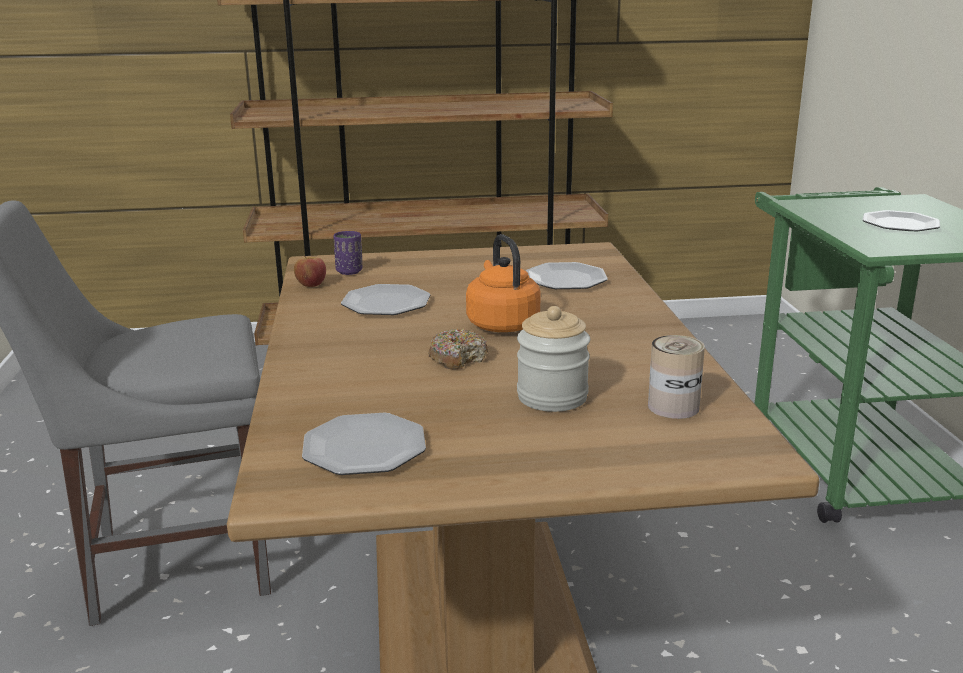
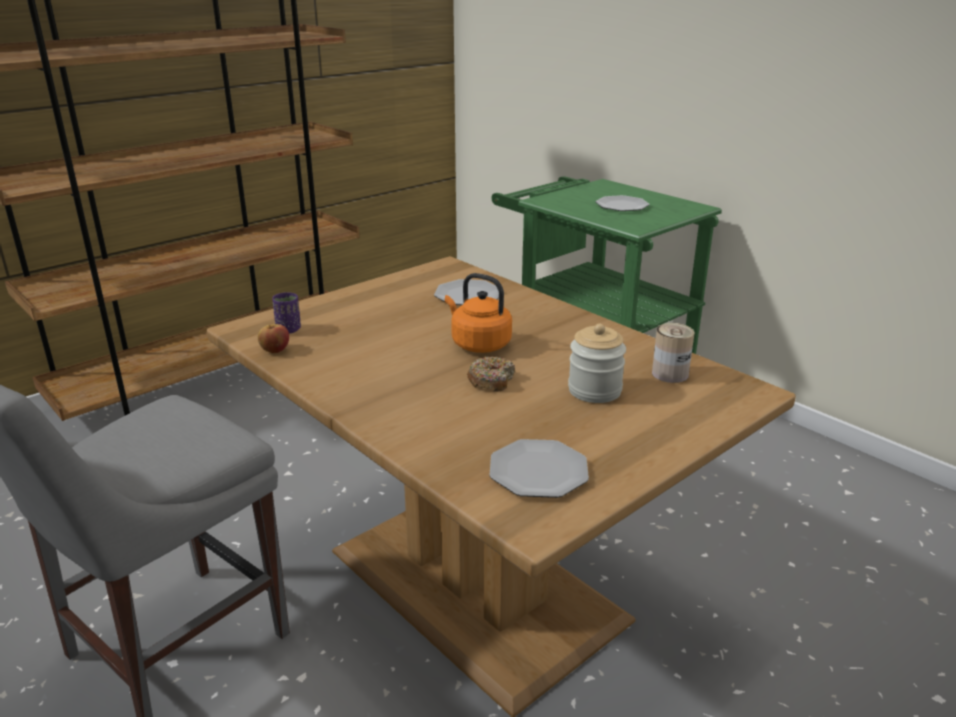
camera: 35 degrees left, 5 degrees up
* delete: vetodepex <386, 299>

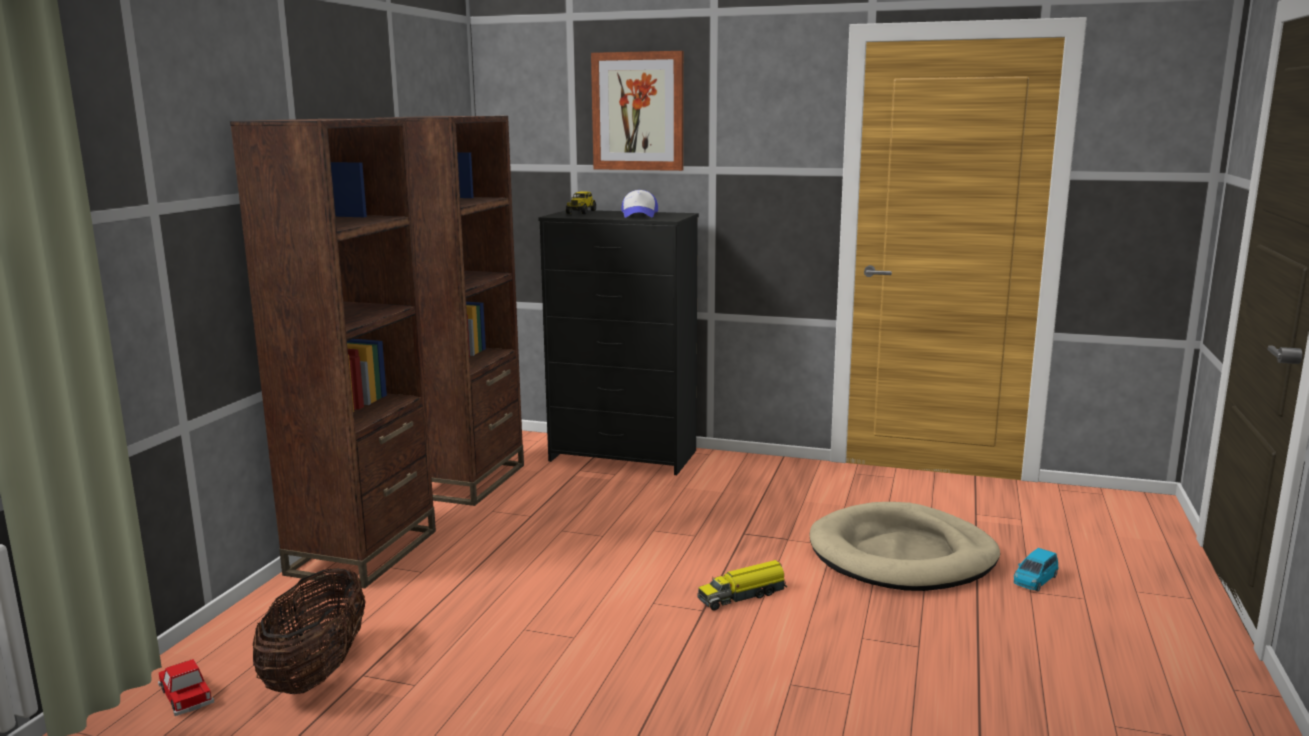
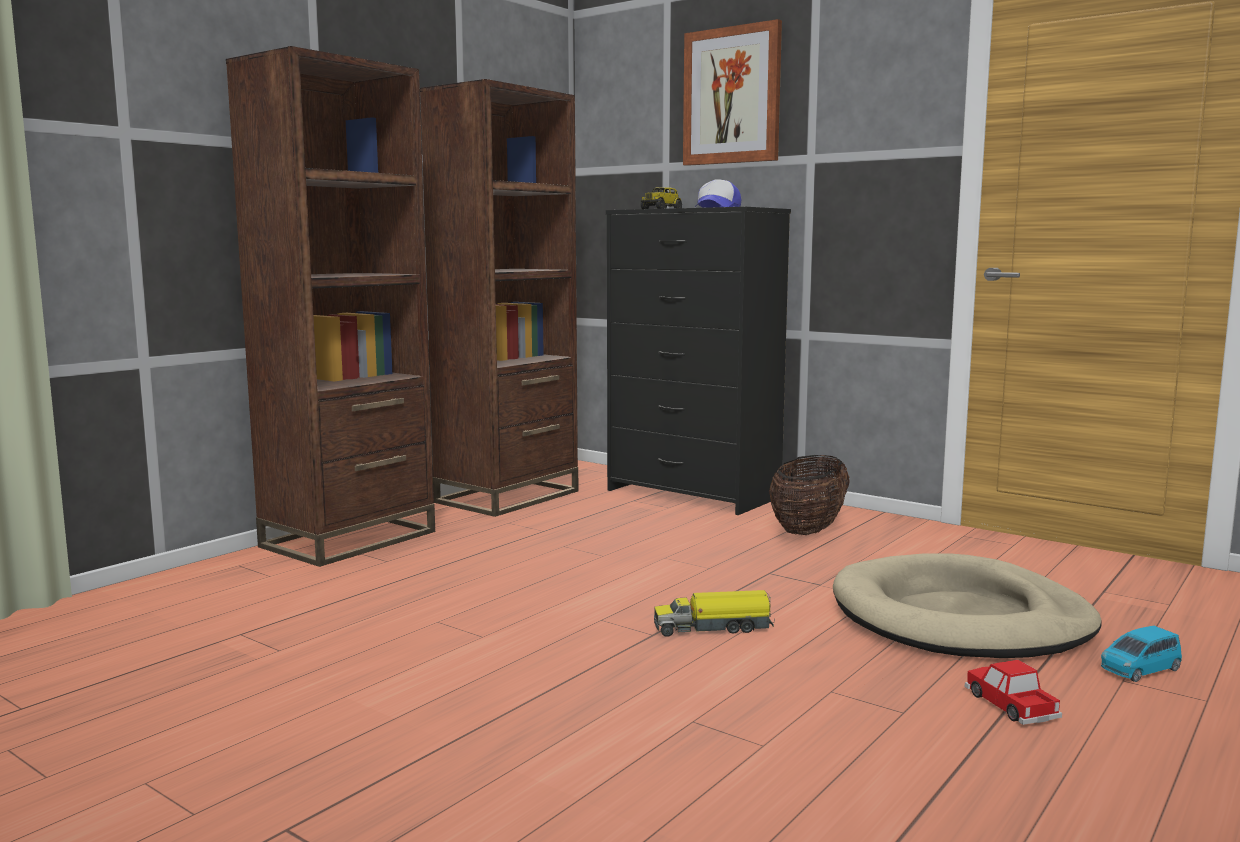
camera: 20 degrees right, 5 degrees down
* move: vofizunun <186, 687> to <1013, 692>
* move: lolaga <309, 631> to <809, 495>

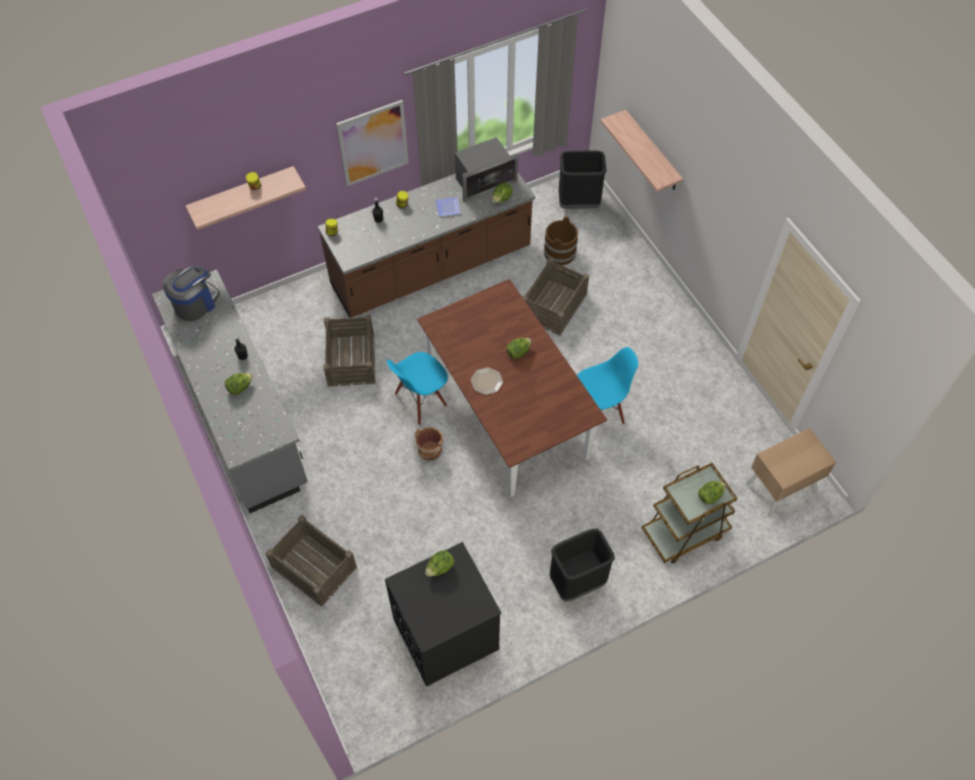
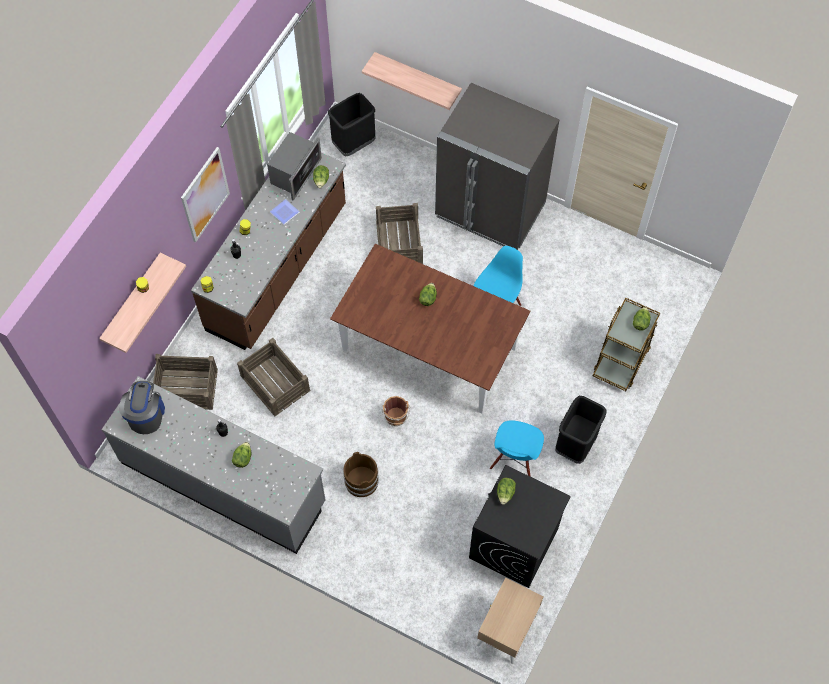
camera: 35 degrees left, 5 degrees up
* move: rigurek <311, 561> to <185, 382>
* move: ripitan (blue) <417, 388> to <517, 448>
* delete: vetodepex <487, 381>
* move: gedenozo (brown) <561, 240> to <361, 474>
* move: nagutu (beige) <790, 472> to <510, 621>
* insert: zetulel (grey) <497, 166>

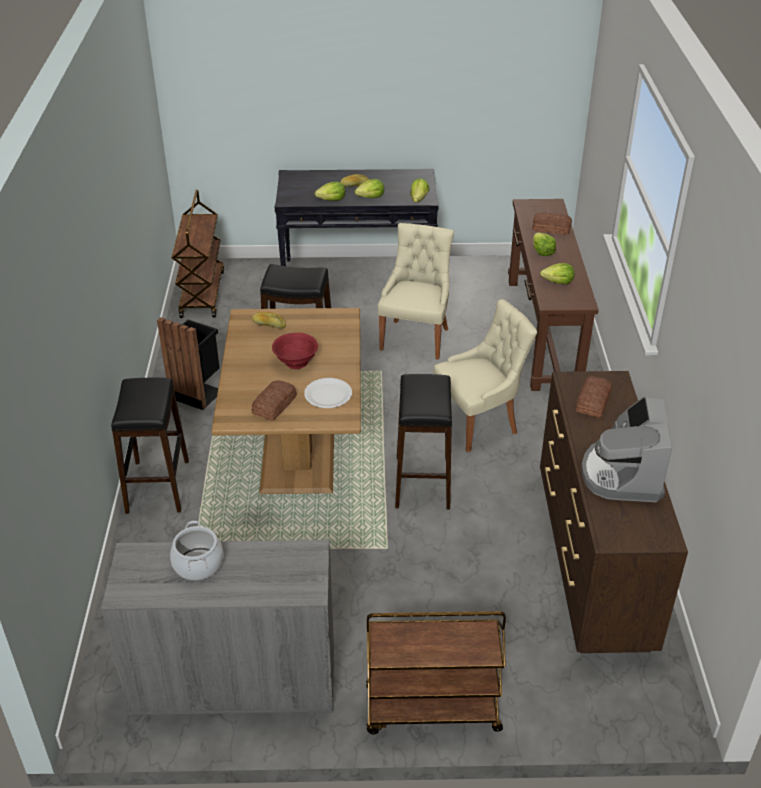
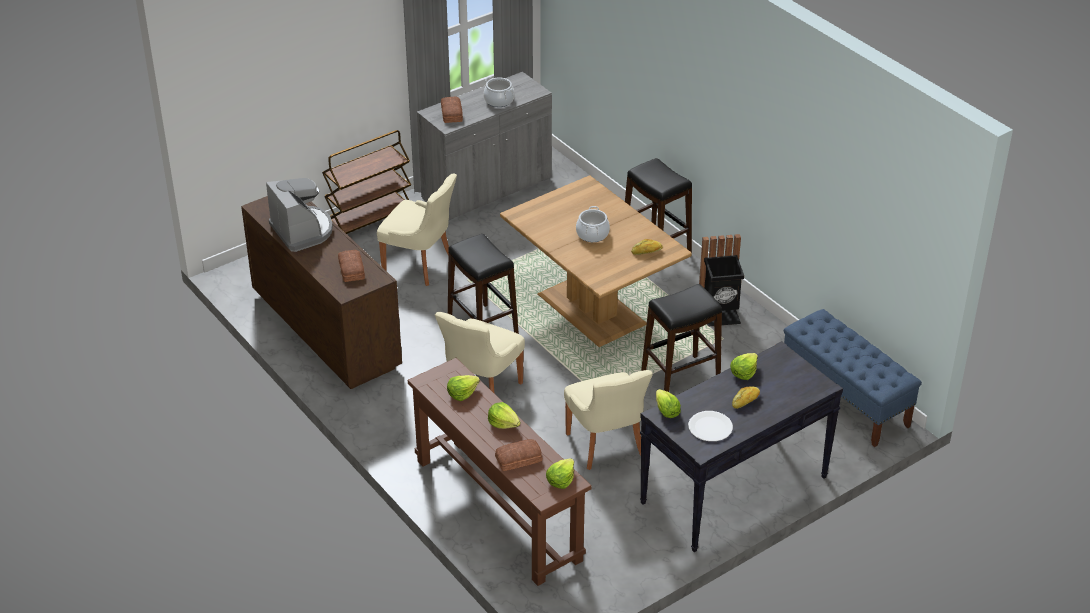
camera: 145 degrees right, 0 degrees up
* replace: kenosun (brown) <198, 254> to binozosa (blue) <853, 378>
* move: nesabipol <274, 400> to <452, 110>
* replace: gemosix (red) <295, 351> to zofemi <593, 224>
* move: vetodepex (white) <328, 393> to <710, 426>
* move: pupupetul <369, 188> to <560, 473>
* insert: ripitan (beige) <417, 229>

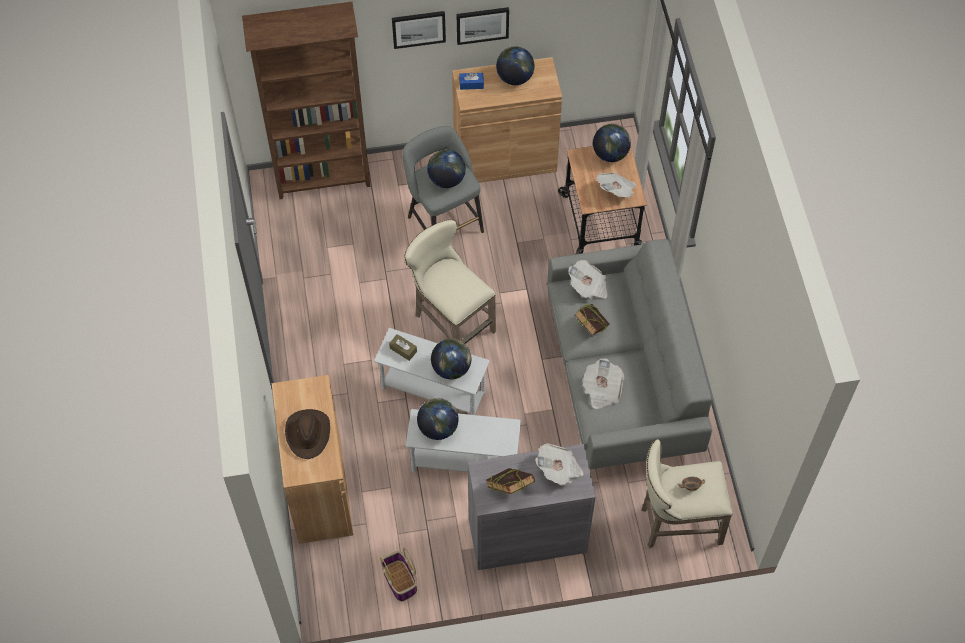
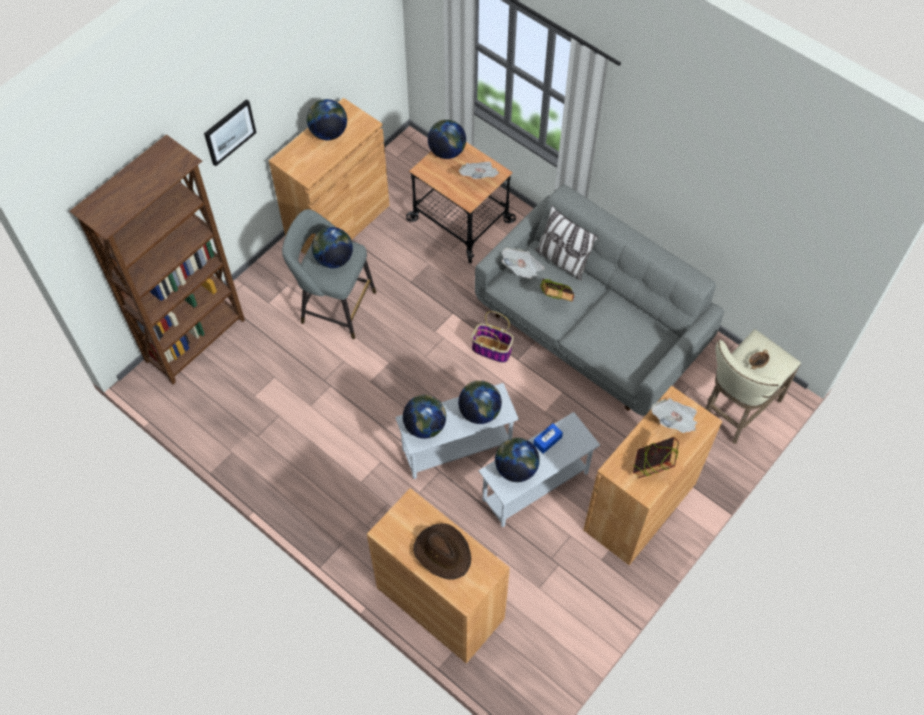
camera: 40 degrees left, 0 degrees up
* move: lolaga <398, 574> to <492, 337>
* replace: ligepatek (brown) <403, 347> to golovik <424, 416>
* delete: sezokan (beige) <450, 282>
* delete: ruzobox <482, 26>
* move: ligepatek (blue) <471, 81> to <548, 438>
* recolor: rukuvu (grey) <532, 507> to rukuvu (brown) <652, 475>
* delete: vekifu <603, 383>
* insert: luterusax <566, 243>

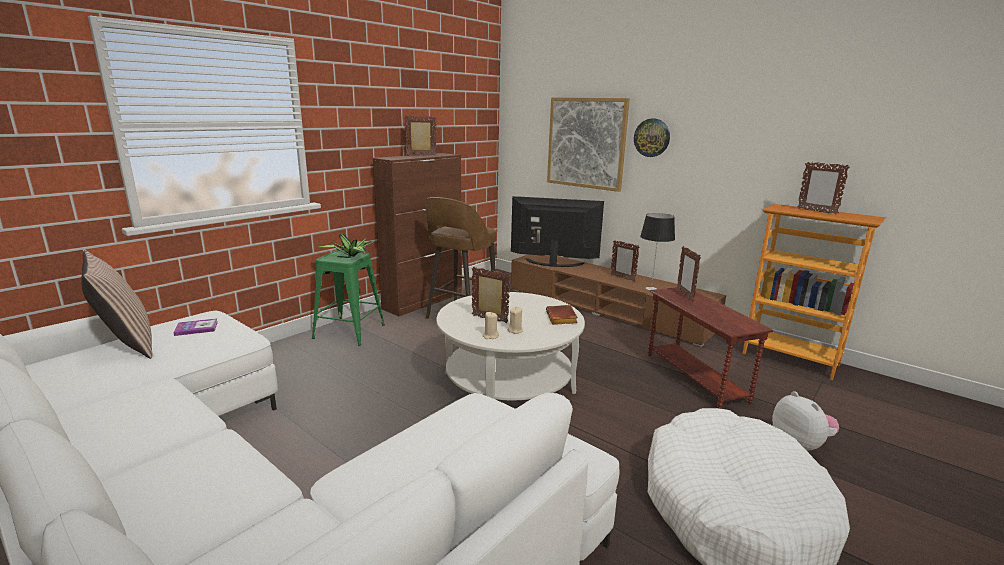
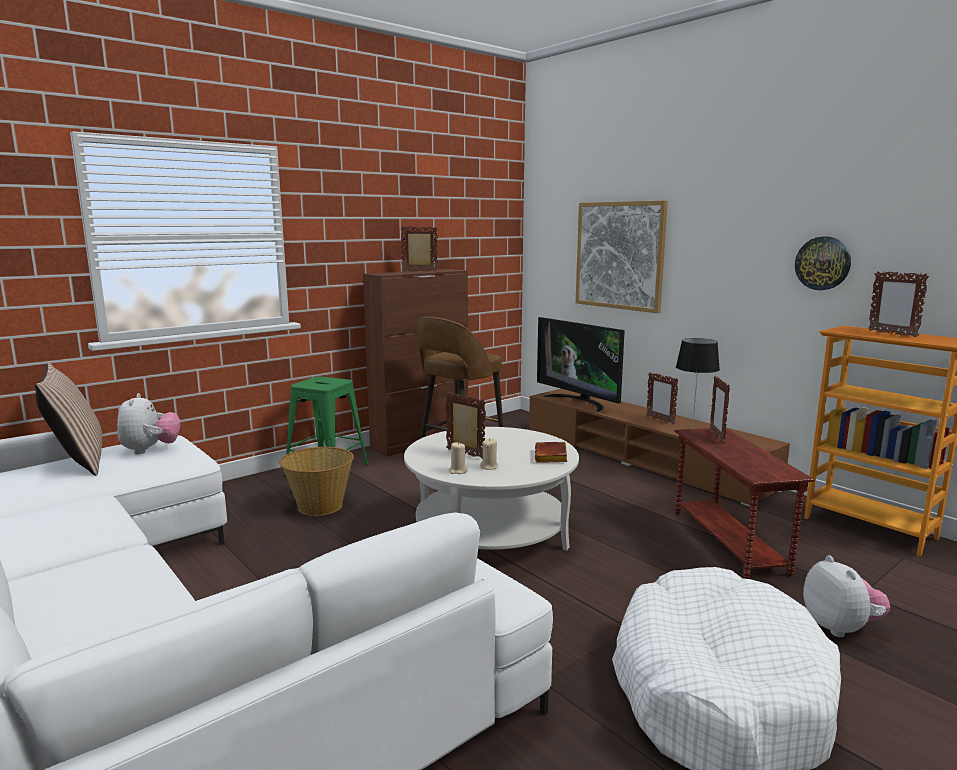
camera: 10 degrees right, 5 degrees down
* replace: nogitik <195, 327> to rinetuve <148, 423>
* delete: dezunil <345, 245>
* rotate: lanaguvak <557, 231> = <581, 364> 150 degrees counterclockwise
* move: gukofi <652, 138> to <823, 263>
* insert: lolaga <316, 481>

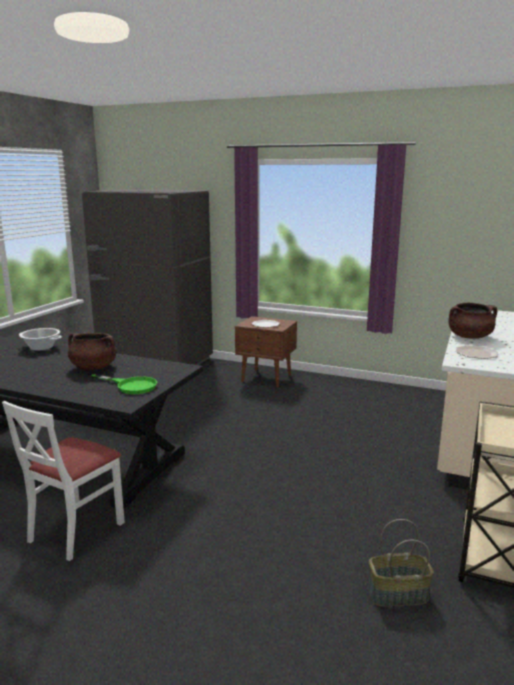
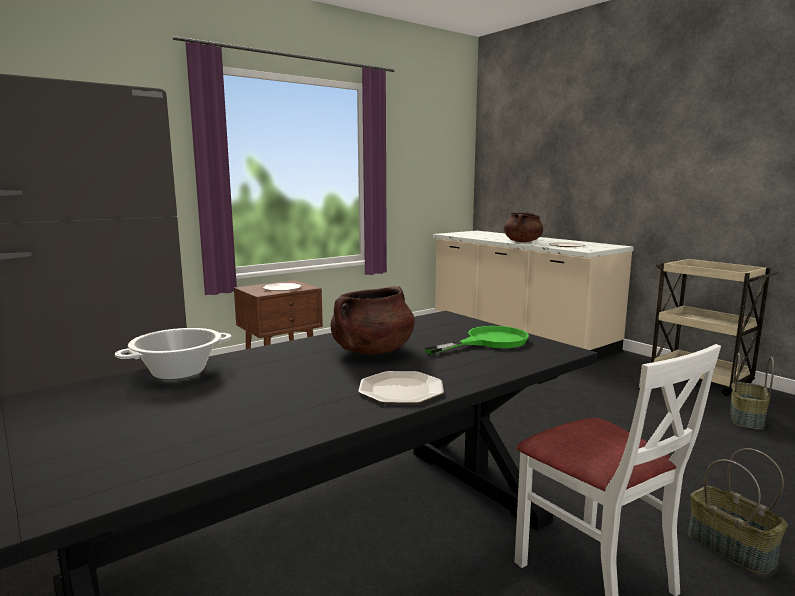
camera: 60 degrees left, 5 degrees down
* insert: vetodepex <401, 387>
* insert: lolaga <738, 511>

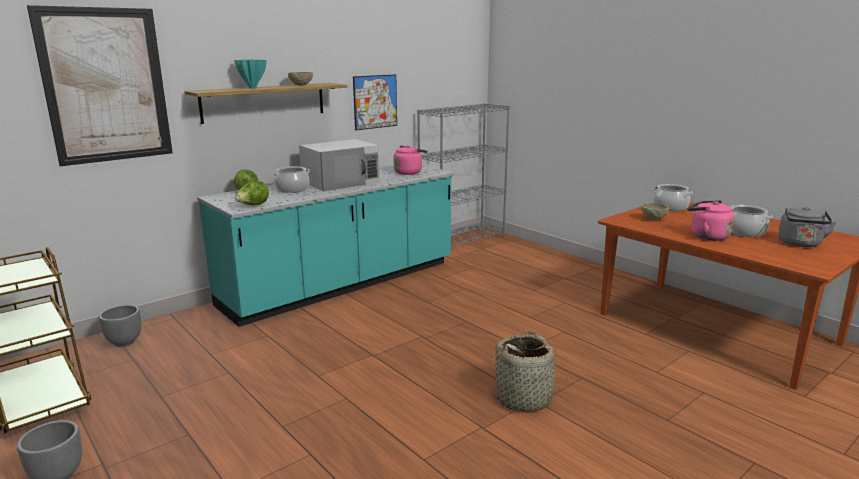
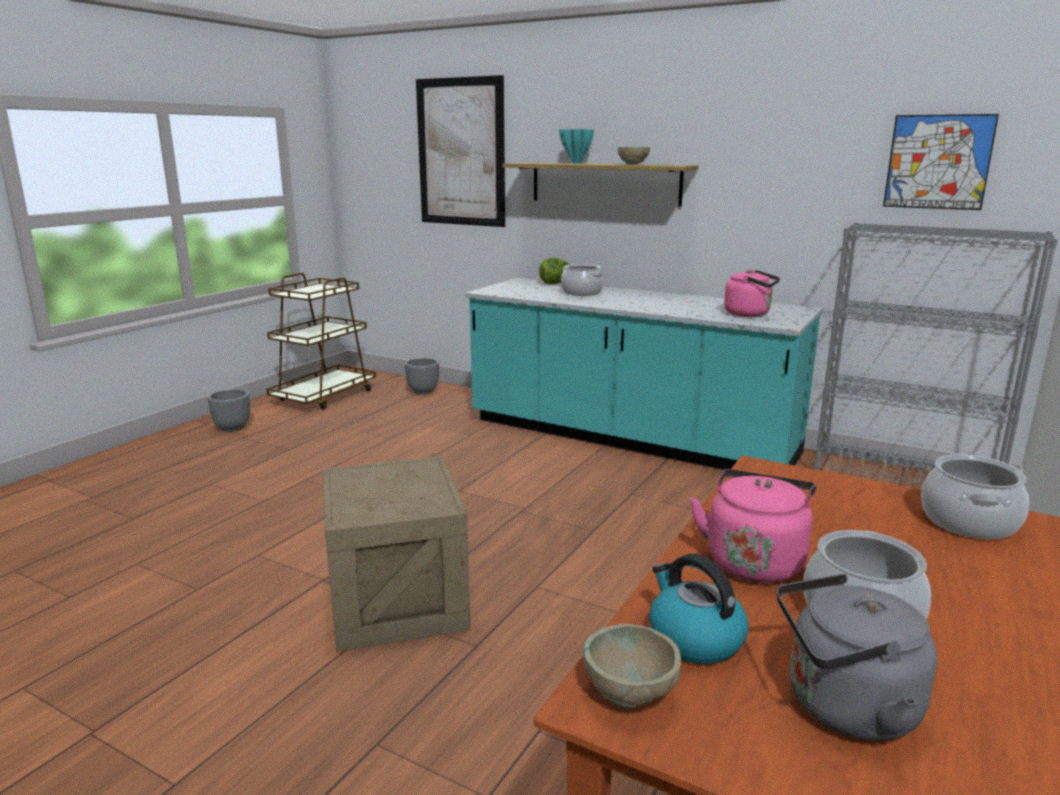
camera: 70 degrees right, 0 degrees up
* delete: pupupetul <252, 193>
* delete: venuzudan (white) <339, 165>
* move: ruzobox <375, 102> to <941, 162>
* replace: lolaga <528, 371> to rigurek <396, 554>
* move: gemosix (beige) <655, 211> to <632, 666>
* insert: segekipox <698, 609>

